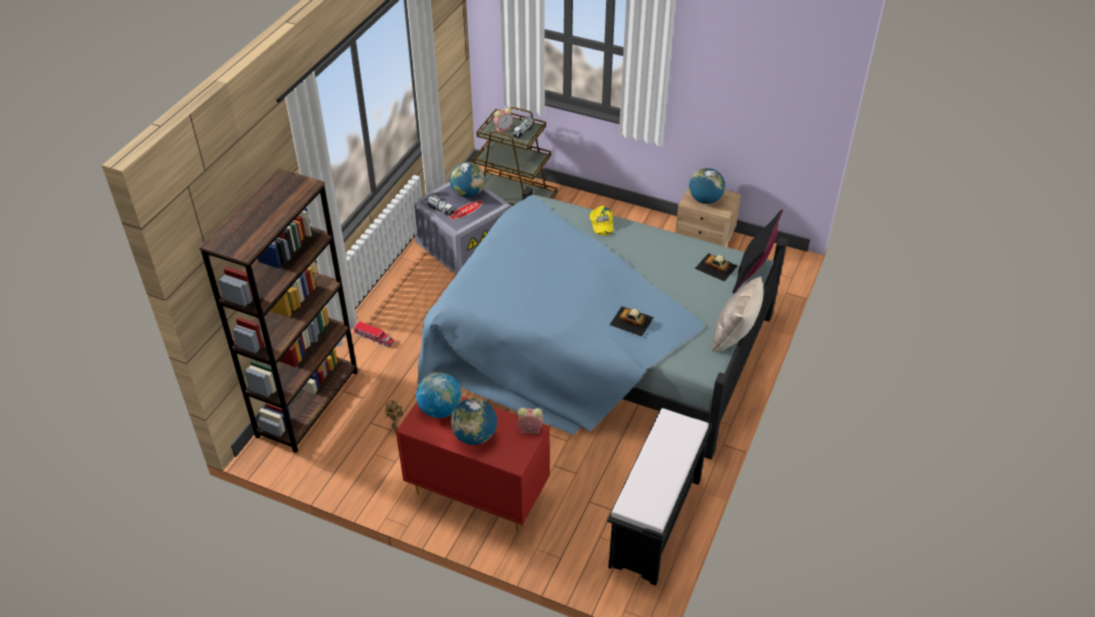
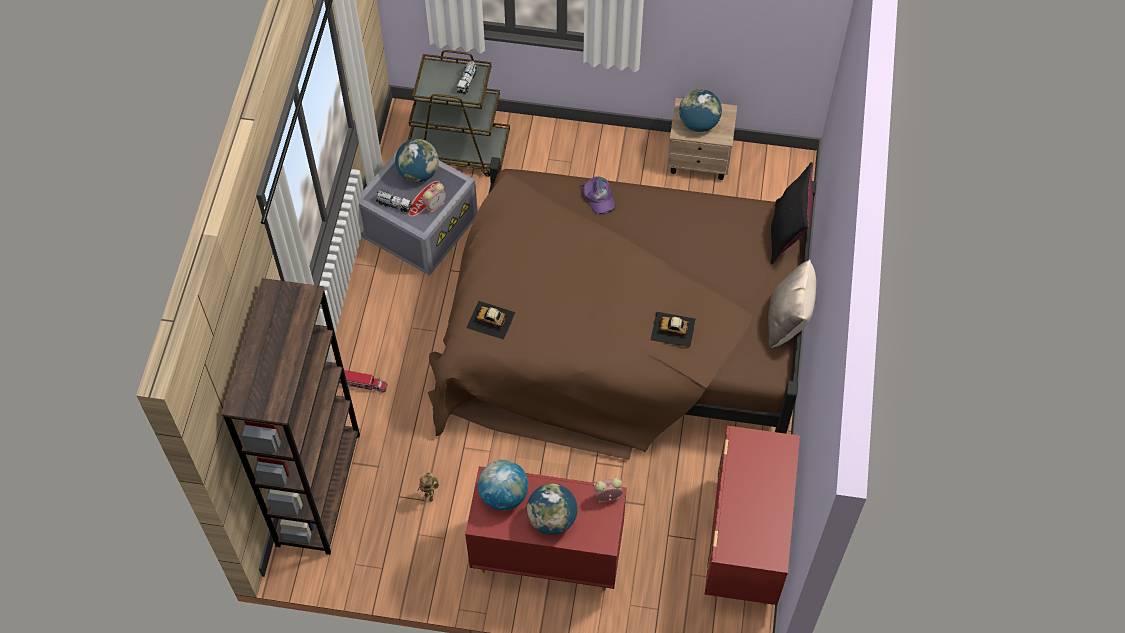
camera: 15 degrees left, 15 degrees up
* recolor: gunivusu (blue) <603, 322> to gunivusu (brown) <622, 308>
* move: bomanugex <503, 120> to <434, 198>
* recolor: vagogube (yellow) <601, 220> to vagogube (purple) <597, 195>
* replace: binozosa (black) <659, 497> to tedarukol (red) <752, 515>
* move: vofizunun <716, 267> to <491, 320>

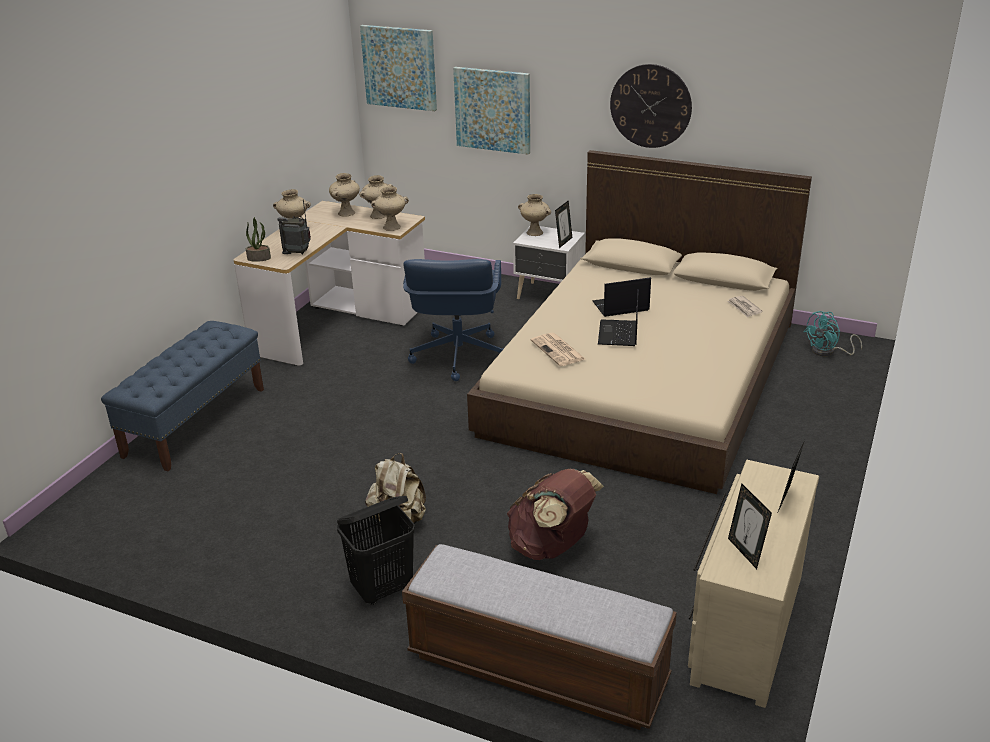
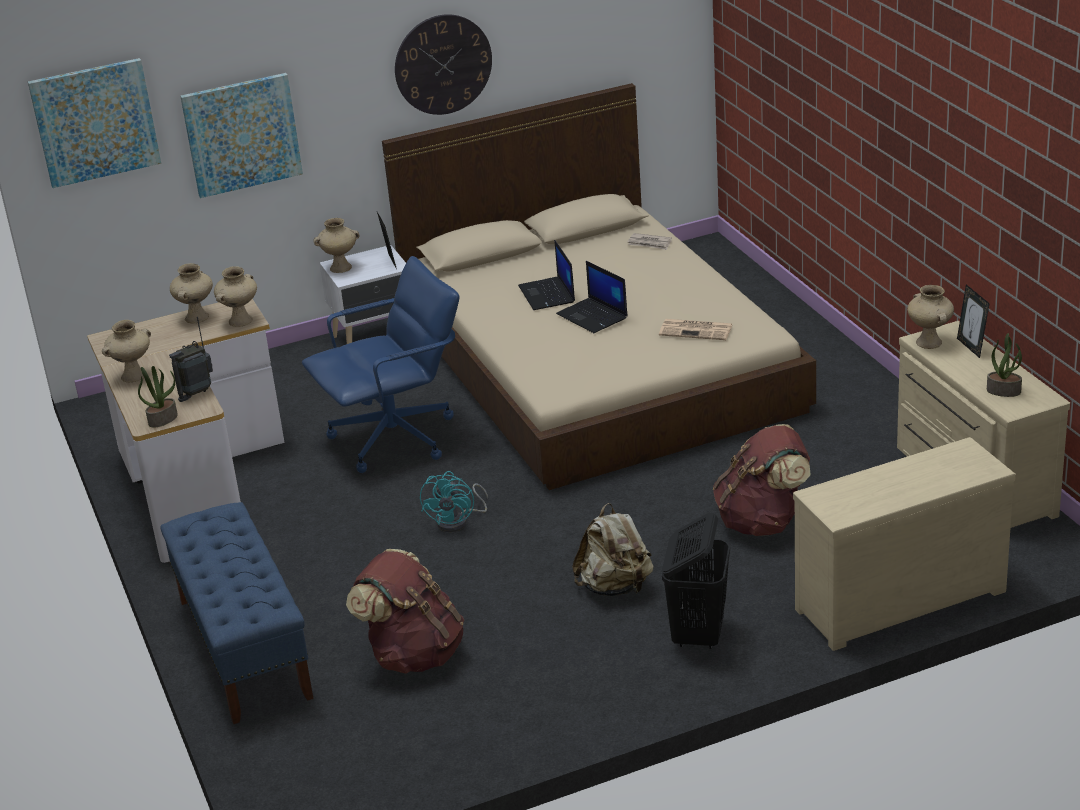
camera: 45 degrees left, 0 degrees up
* move: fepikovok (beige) <344, 195> to <930, 317>
* replace: binozosa <539, 637> to tedarukol (beige) <904, 544>
* rotate: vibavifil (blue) <453, 320> = <380, 364> 75 degrees counterclockwise
* move: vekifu <558, 349> to <696, 329>
* rotate: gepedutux <621, 297> = <546, 275> 45 degrees counterclockwise
* replace: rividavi <750, 526> to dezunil <1004, 365>
* move: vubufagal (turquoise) <833, 333> to <454, 501>
* insert: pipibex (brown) <405, 611>

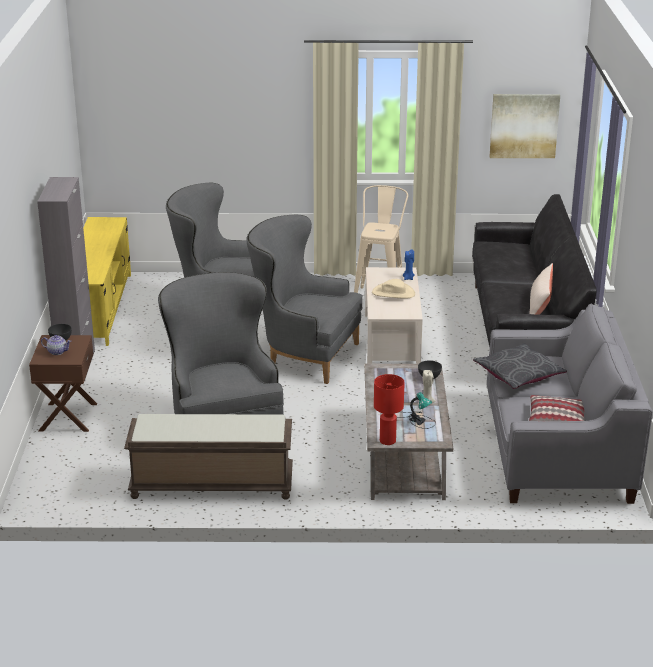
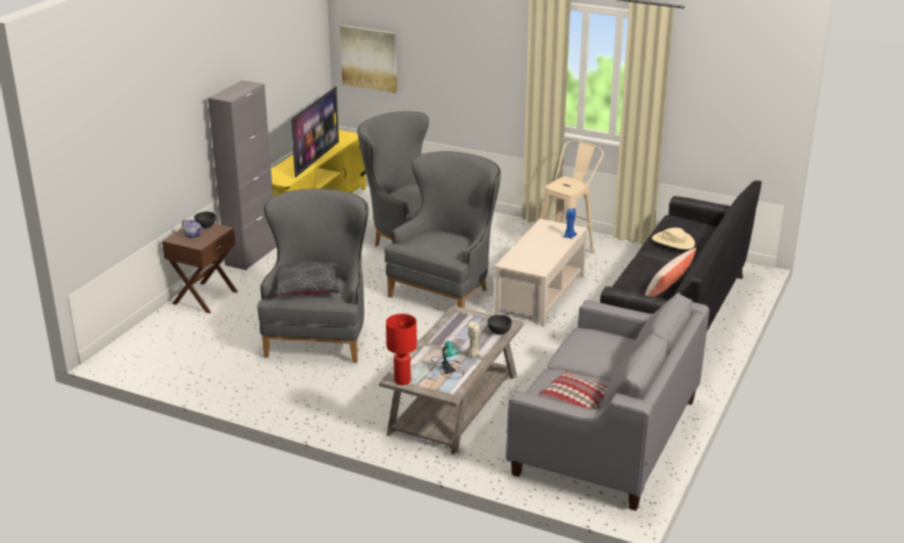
camera: 25 degrees right, 0 degrees up
* delete: binozosa (brown) <208, 457>
* rotate: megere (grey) <304, 299> = <442, 229> 75 degrees clockwise
* move: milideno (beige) <393, 289> to <673, 238>
* move: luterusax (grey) <520, 366> to <308, 278>
* move: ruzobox <525, 126> to <368, 59>
* insert: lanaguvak <315, 132>

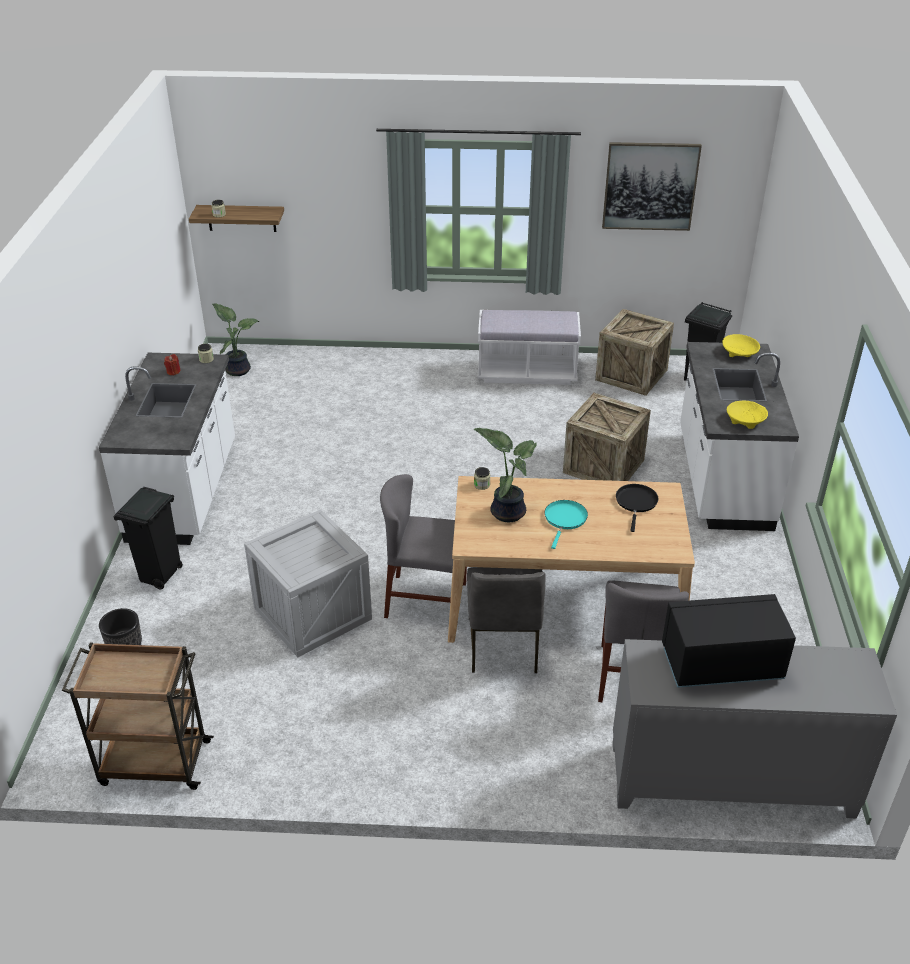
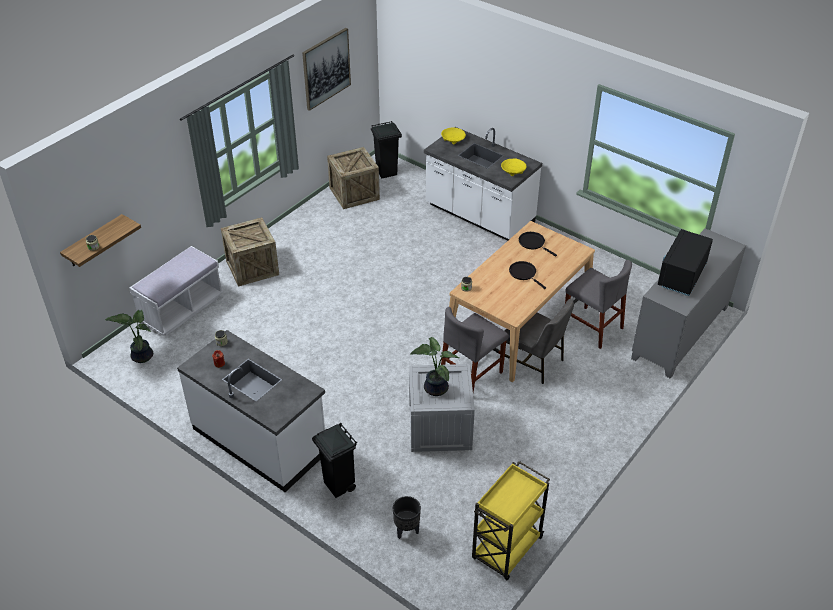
camera: 55 degrees left, 5 degrees up
* recolor: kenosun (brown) <138, 716> to kenosun (yellow) <511, 520>
* move: dezunil <505, 475> to <435, 366>
* move: binozosa (white) <529, 347> to <176, 291>
* recolor: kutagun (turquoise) <566, 524> to kutagun (black) <527, 275>
* move: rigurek <607, 437> to <250, 252>

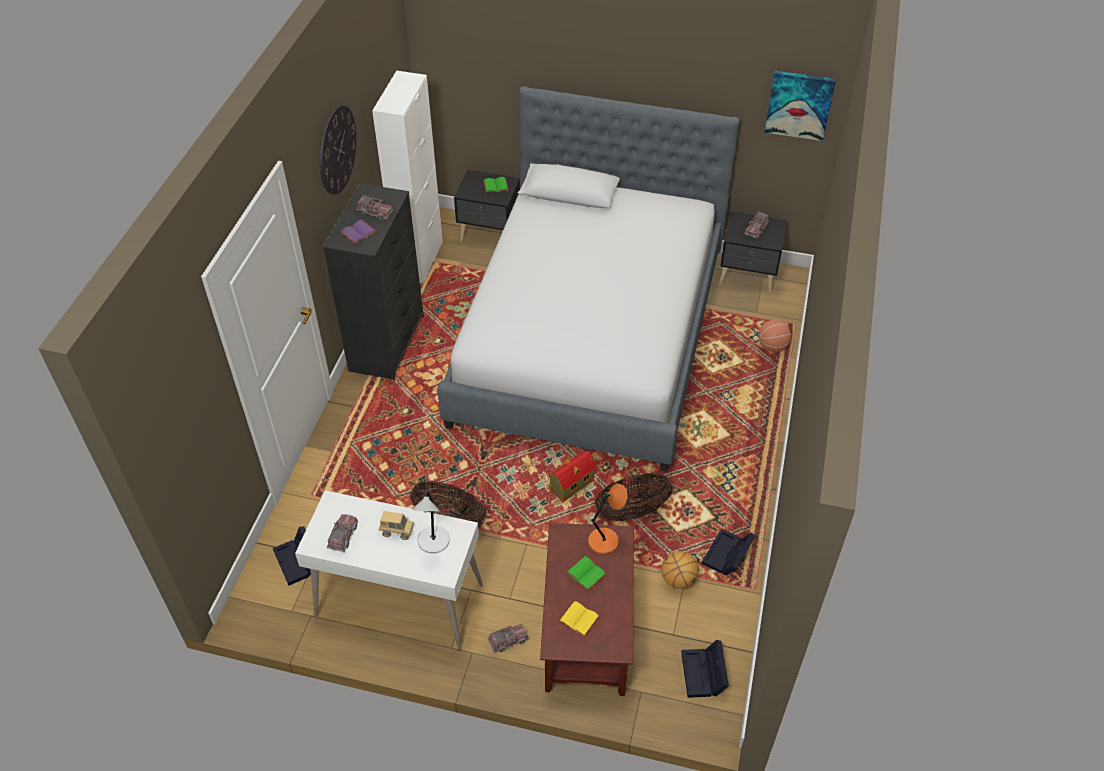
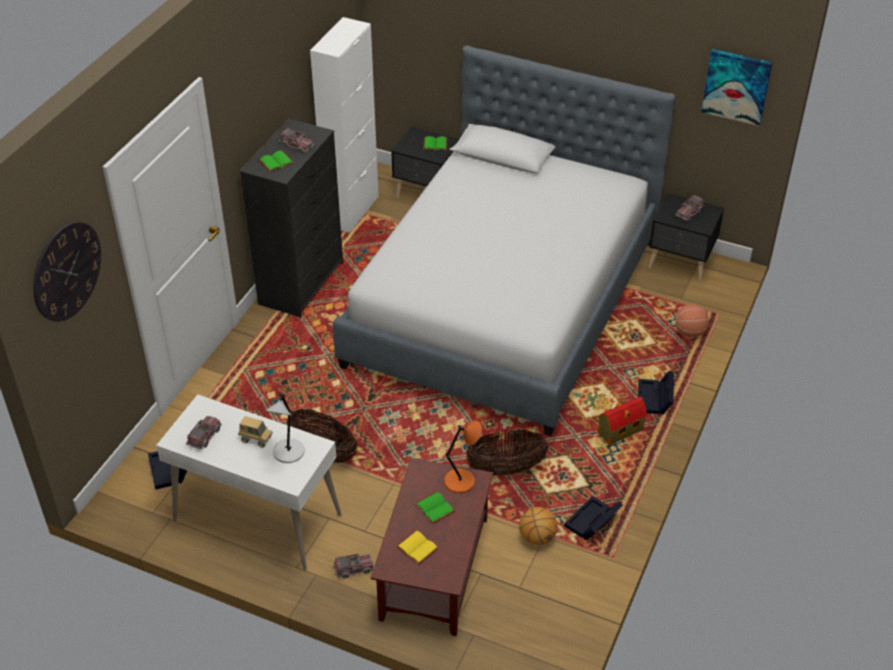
camera: 10 degrees right, 5 degrees down
* move: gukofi <338, 149> to <67, 272>
* recolor: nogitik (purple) <358, 232> to nogitik (green) <276, 161>
* move: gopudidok <572, 476> to <622, 421>
* move: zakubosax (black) <705, 669> to <656, 392>

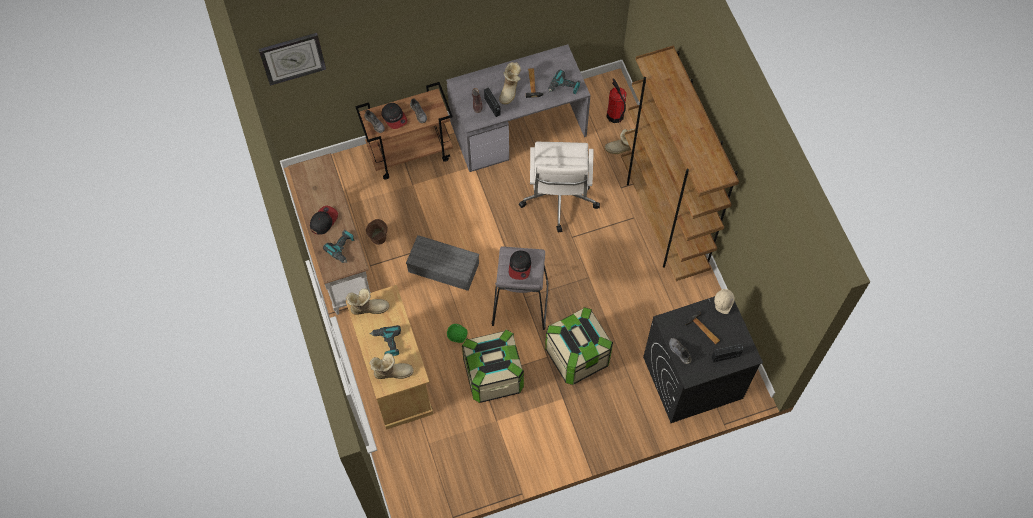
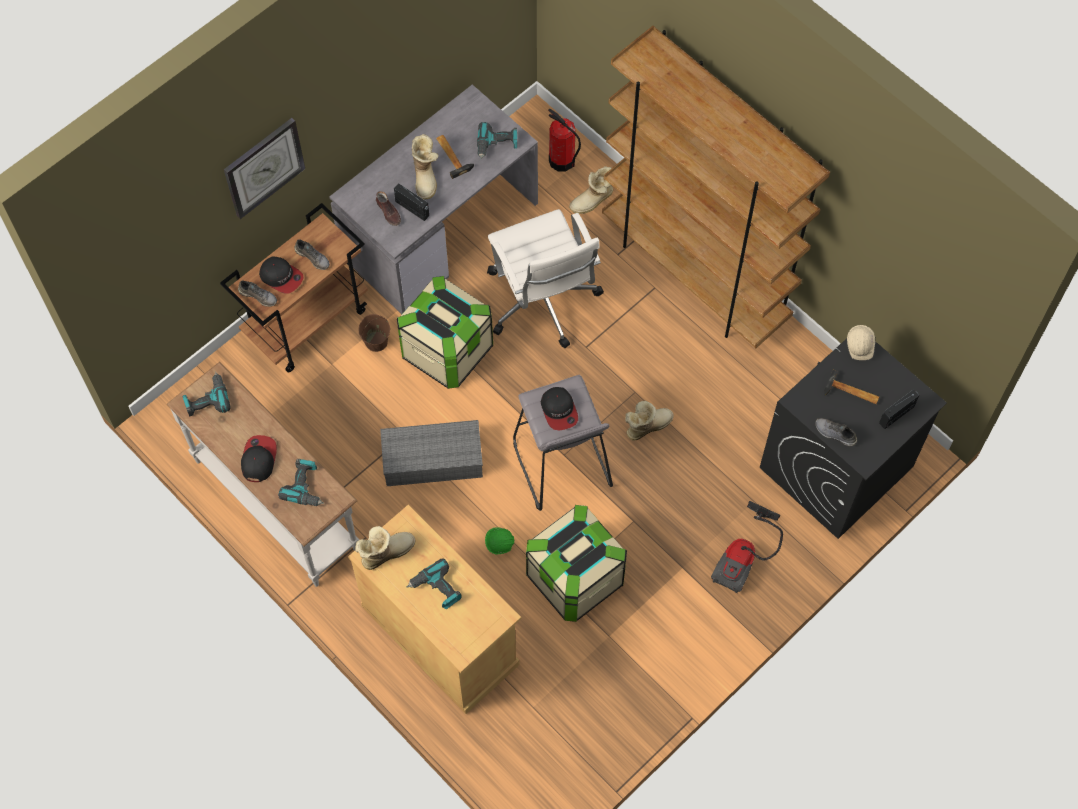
camera: 25 degrees left, 0 degrees up
* move: gukofi <292, 59> to <264, 168>
* move: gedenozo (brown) <377, 232> to <374, 333>
* move: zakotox <391, 366> to <649, 421>
* move: zakubosax <579, 346> to <445, 332>
* insert: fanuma <206, 394>
* insert: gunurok <747, 547>

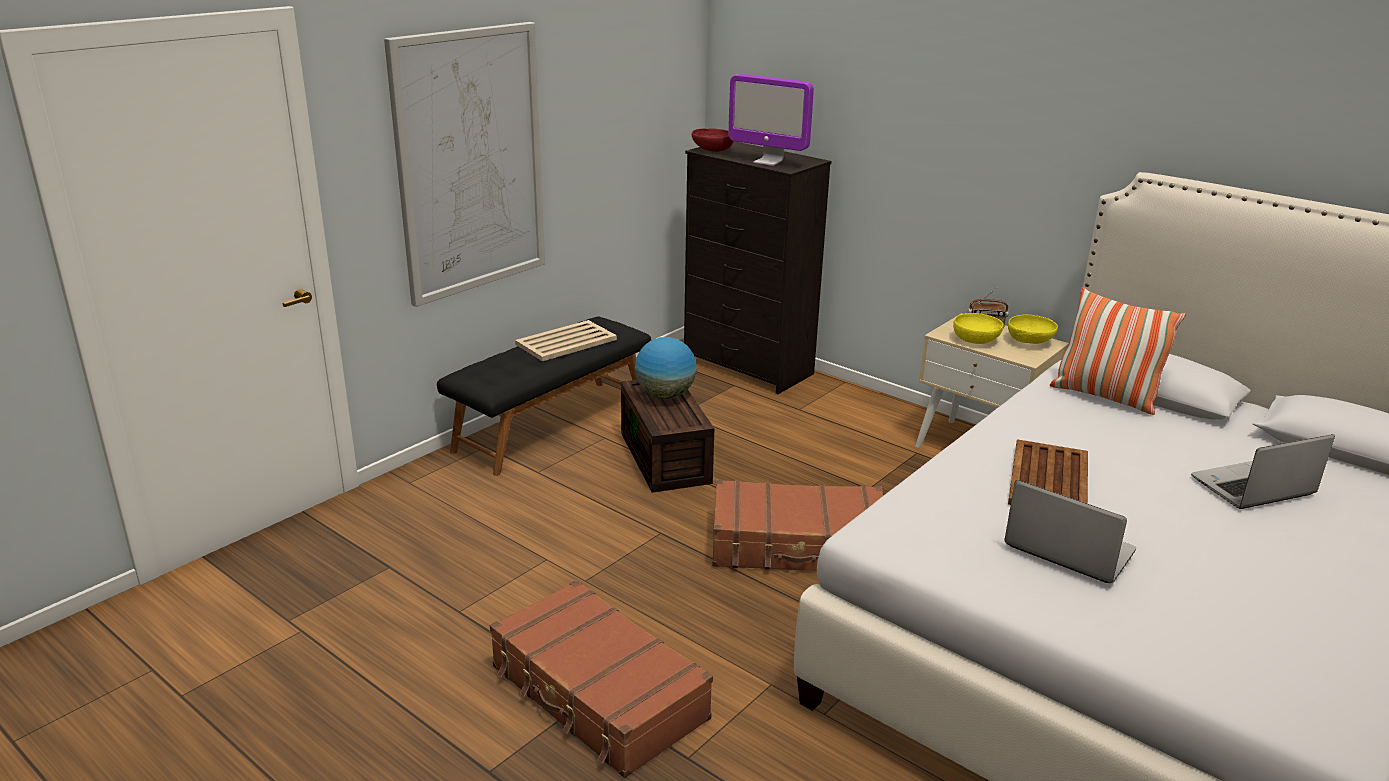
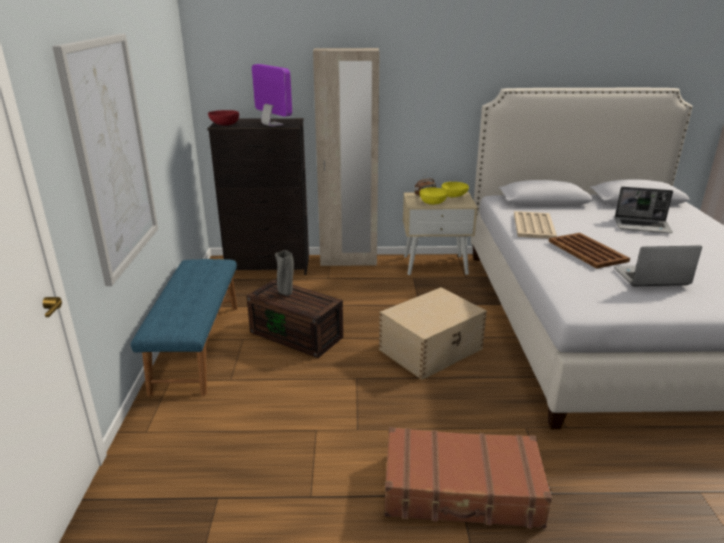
camera: 40 degrees left, 0 degrees up
* recolor: binozosa (black) <544, 396> to binozosa (blue) <184, 327>
* move: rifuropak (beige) <566, 340> to <535, 225>
* replace: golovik <666, 368> to fepikovok (grey) <284, 273>
* replace: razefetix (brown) <797, 525> to zakubosax (beige) <433, 333>
* rotate: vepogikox <771, 120> = <272, 95> 120 degrees counterclockwise
* delete: luterusax <1118, 351>
* rotate: gepedutux <1263, 471> = <644, 210> 105 degrees counterclockwise
* insert: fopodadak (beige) <346, 157>

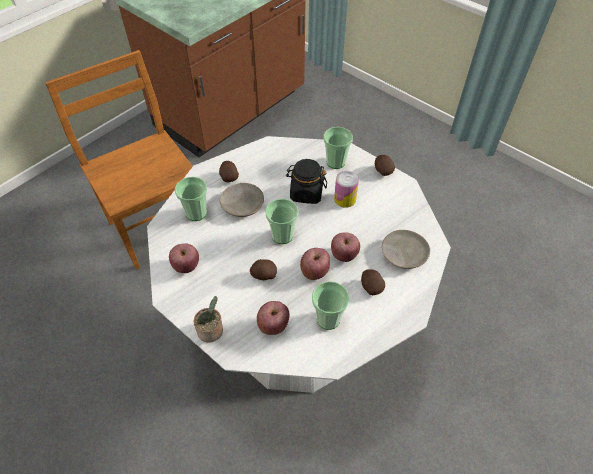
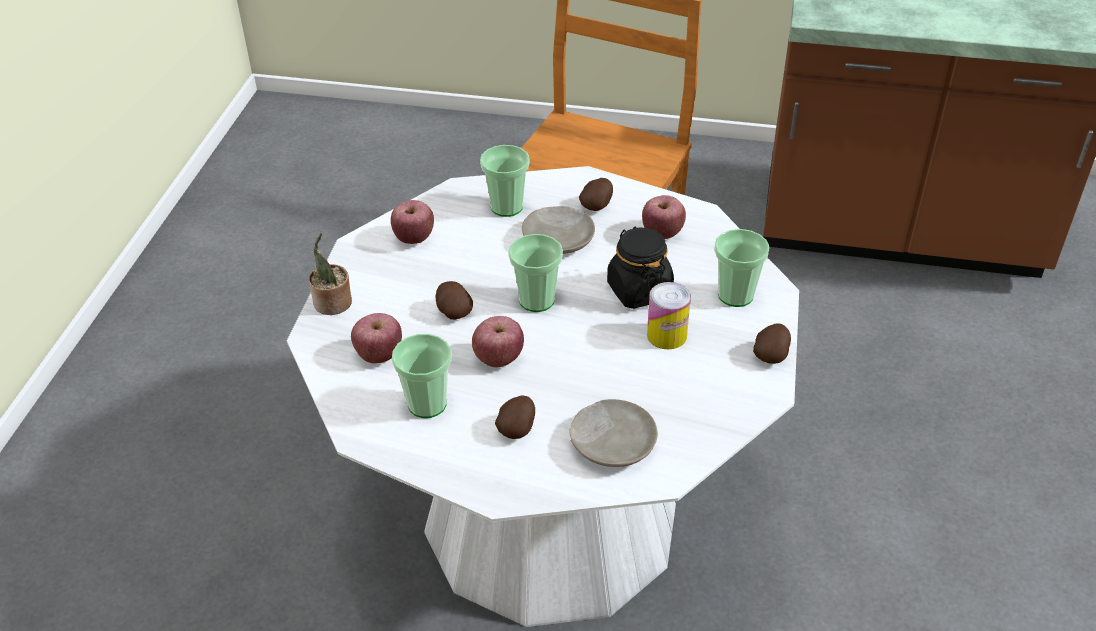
camera: 60 degrees right, 10 degrees down
* move: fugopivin <345, 247> to <664, 217>

